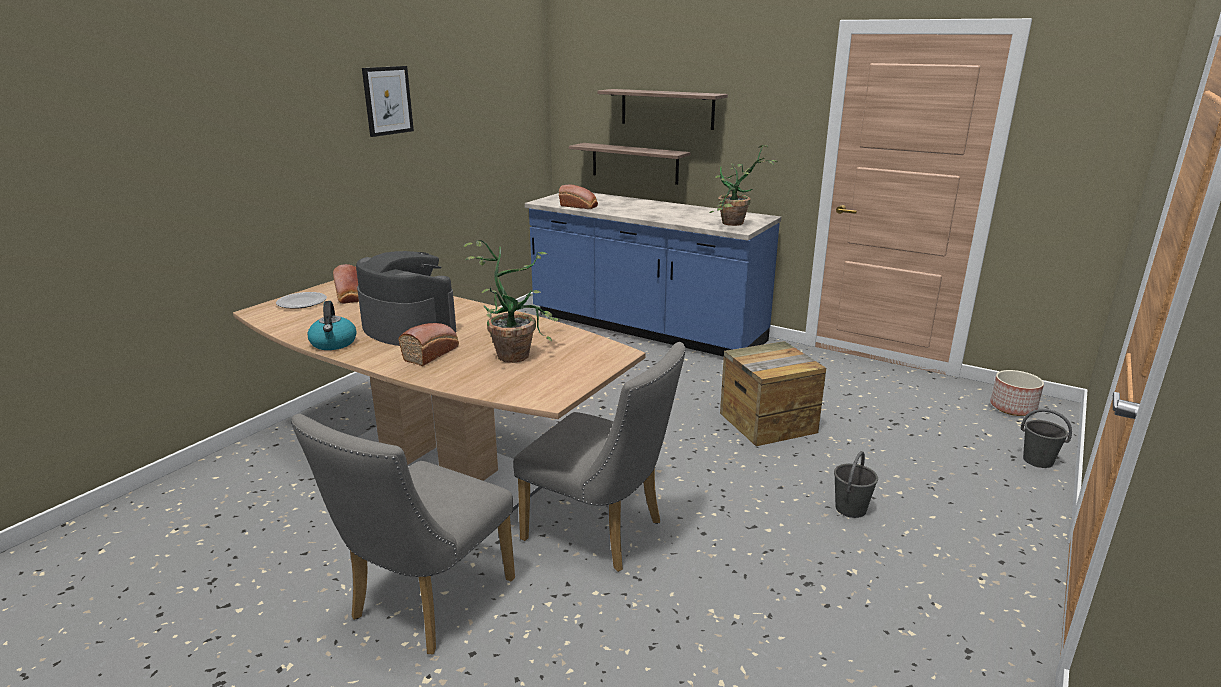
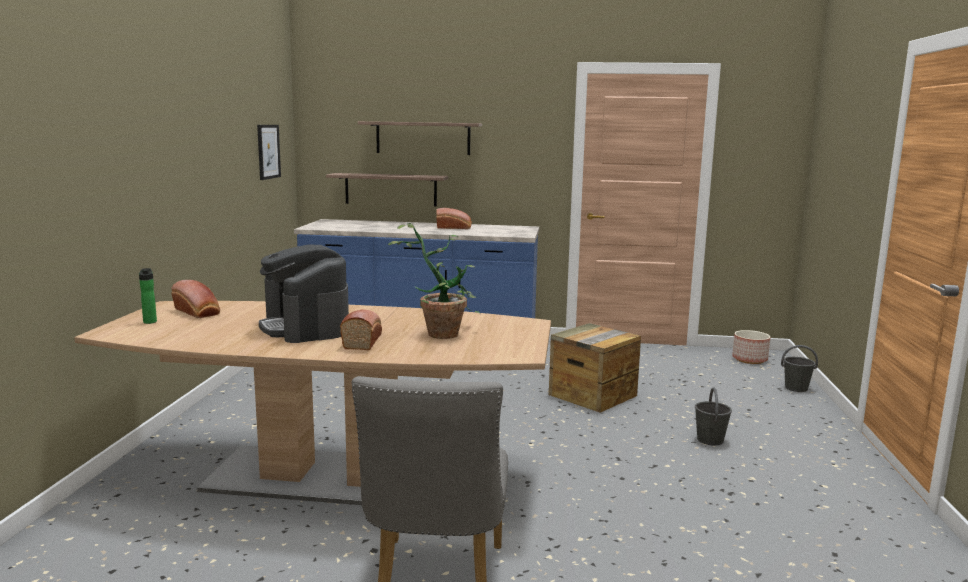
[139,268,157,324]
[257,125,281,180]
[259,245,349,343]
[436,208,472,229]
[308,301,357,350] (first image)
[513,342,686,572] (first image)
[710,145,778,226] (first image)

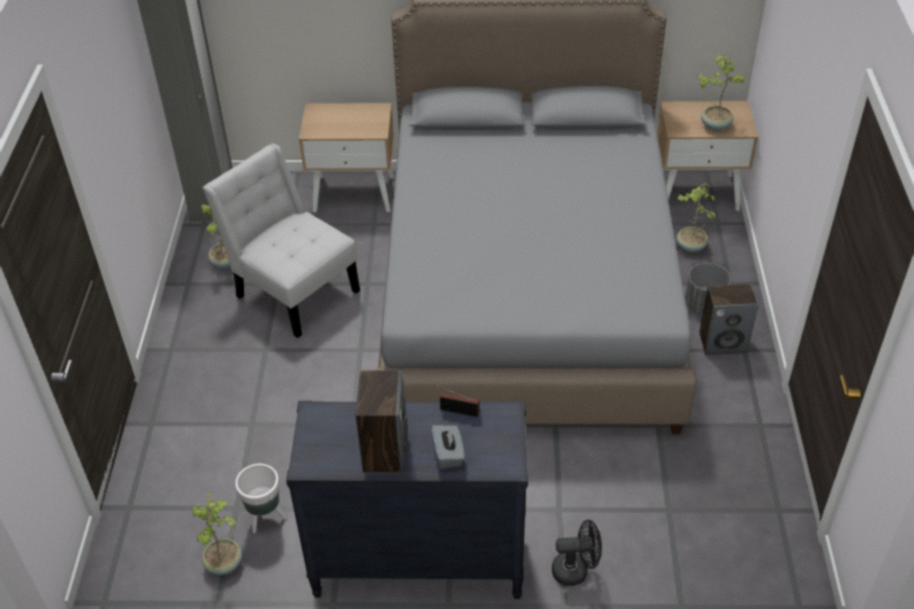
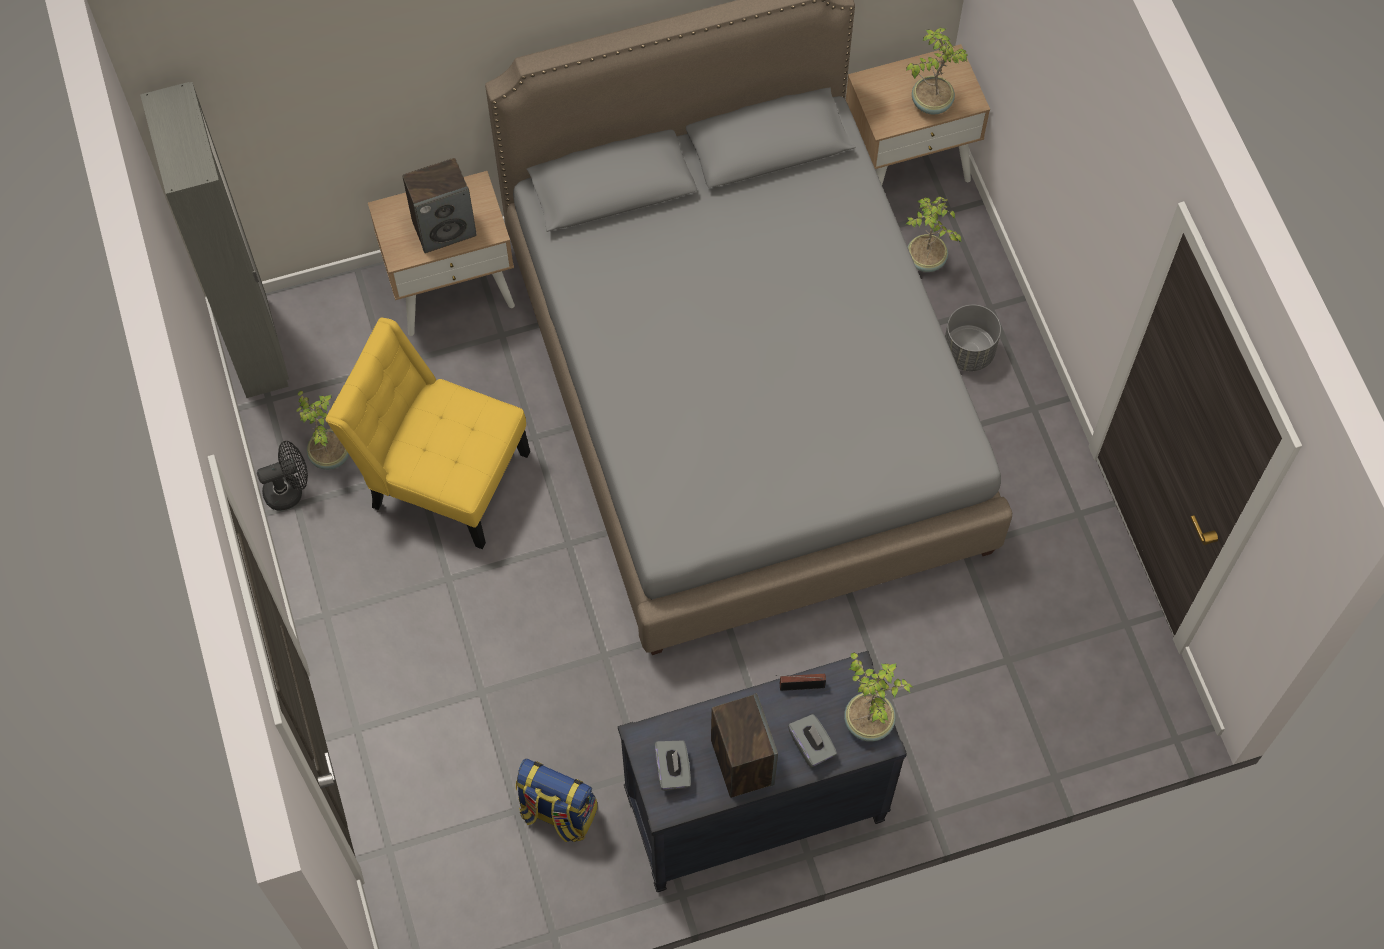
[257,441,308,511]
[326,318,530,549]
[402,158,477,253]
[516,759,598,842]
[655,741,691,791]
[844,653,913,742]

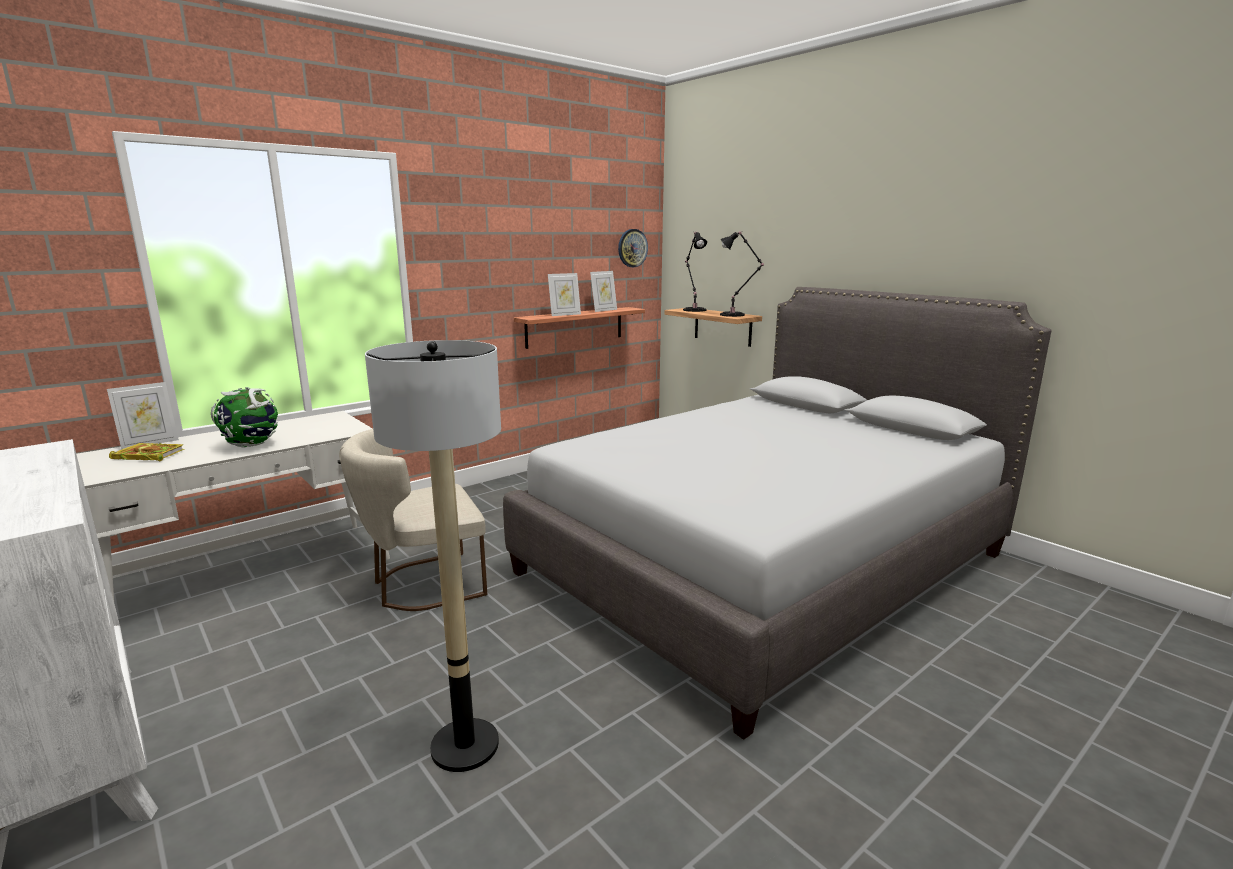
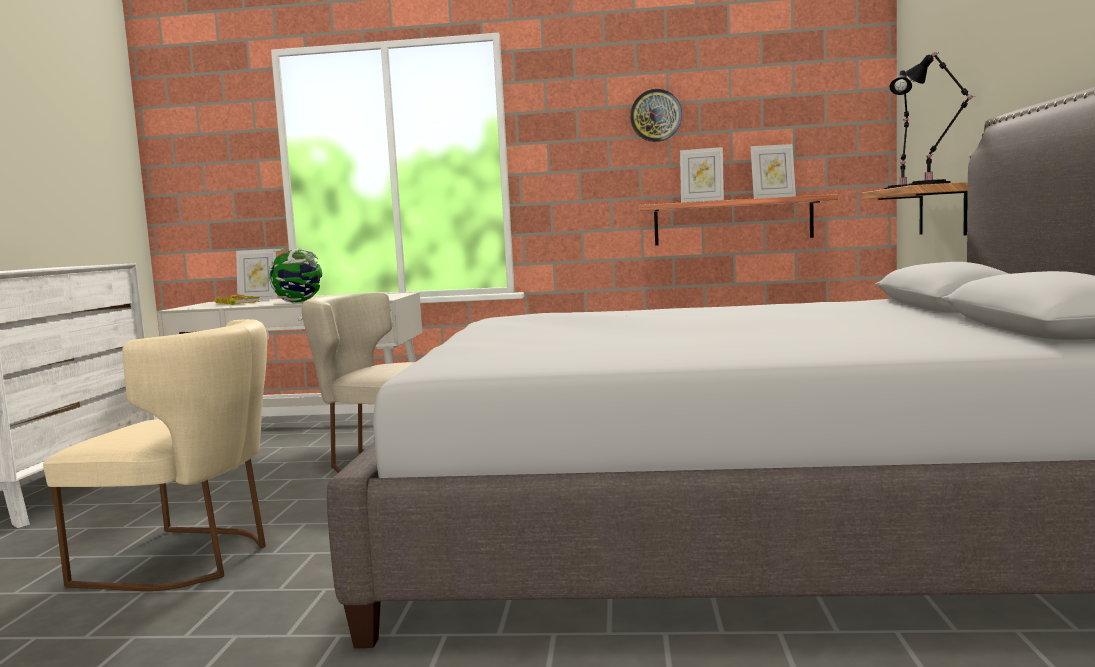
[43,319,267,591]
[630,89,682,142]

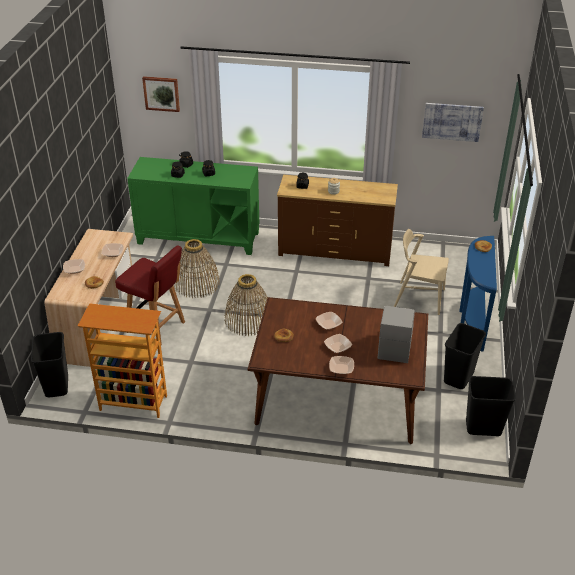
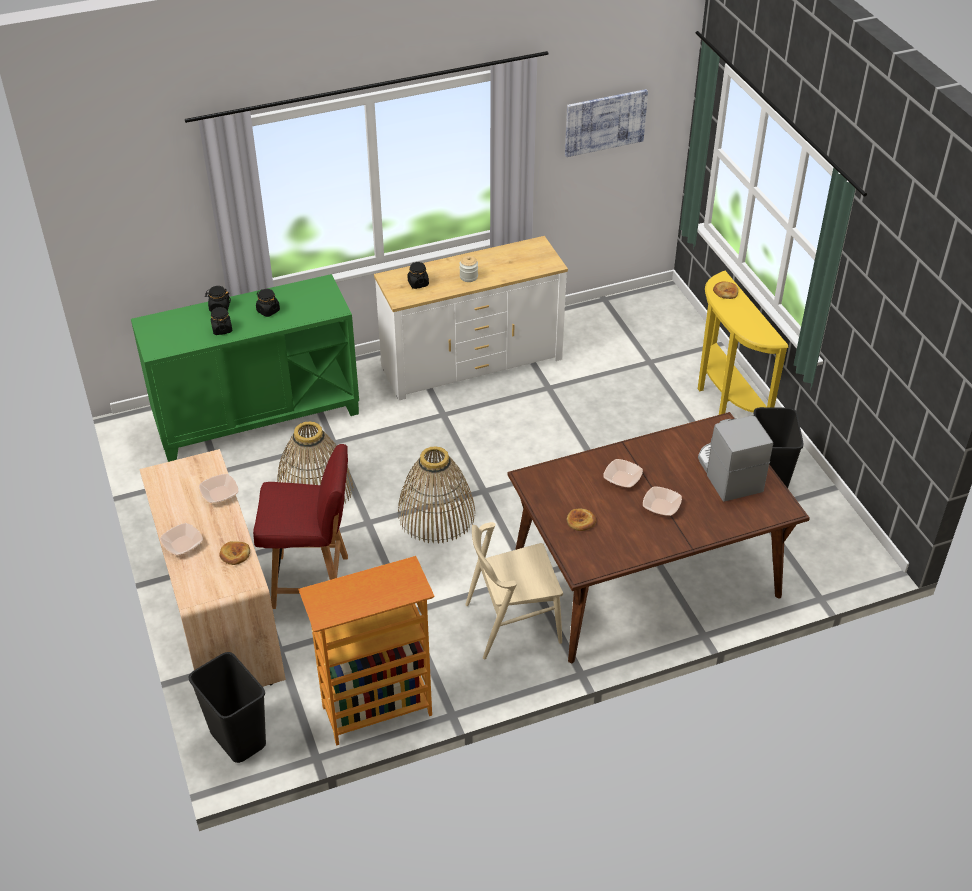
[374,236,568,400]
[465,522,563,659]
[698,271,789,415]
[142,76,180,112] (first image)
[329,356,354,374] (first image)
[466,376,516,436] (first image)

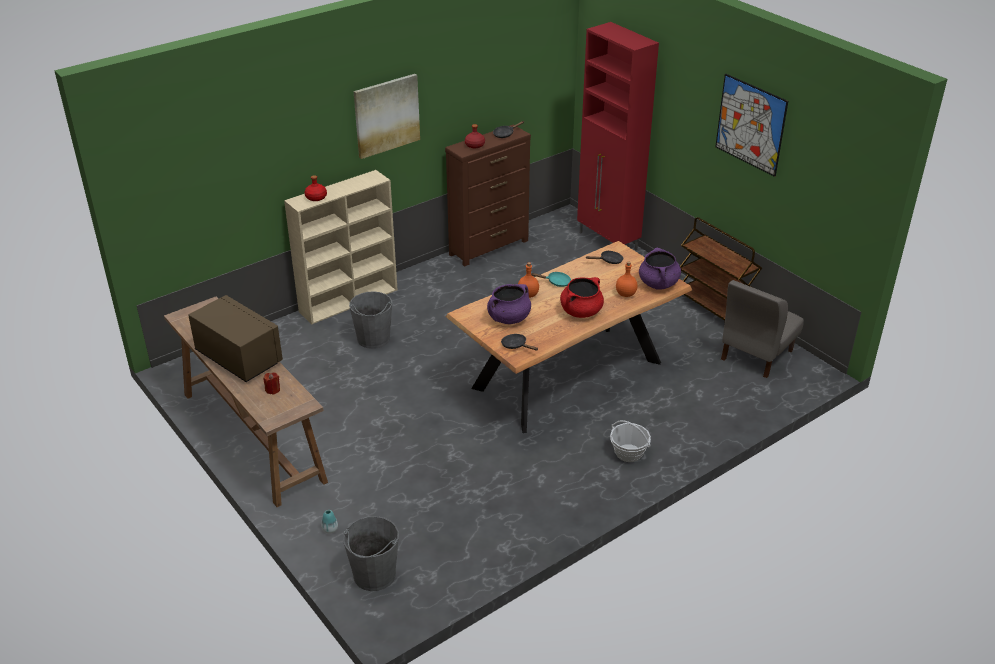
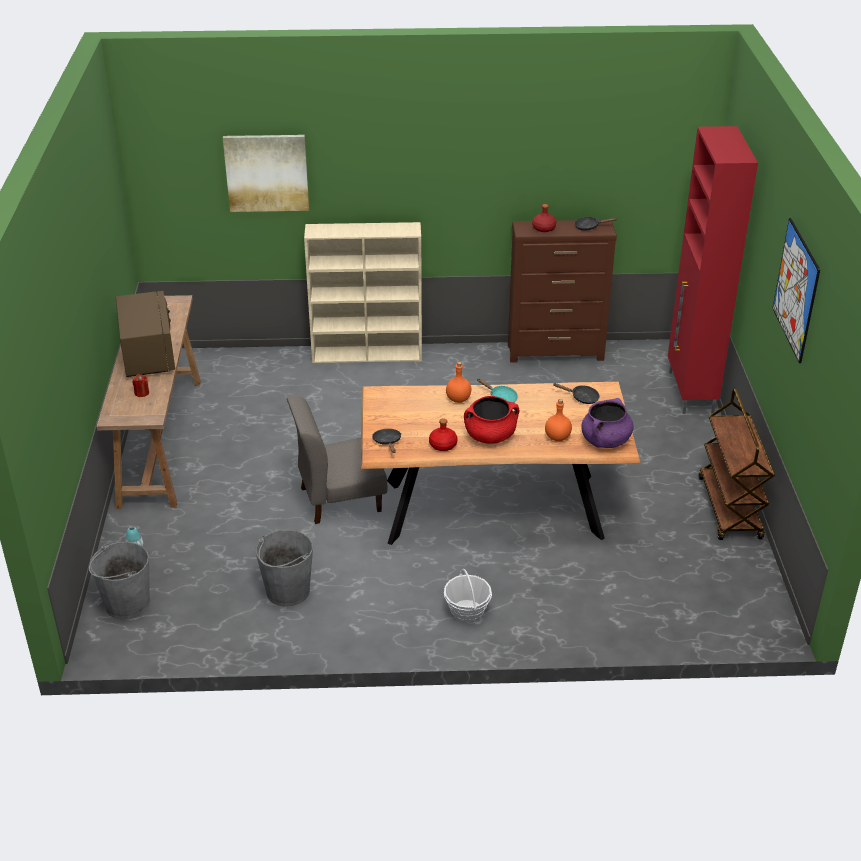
[223,135,309,212]
[256,529,313,607]
[287,396,388,524]
[429,418,457,451]
[487,284,531,324] (first image)

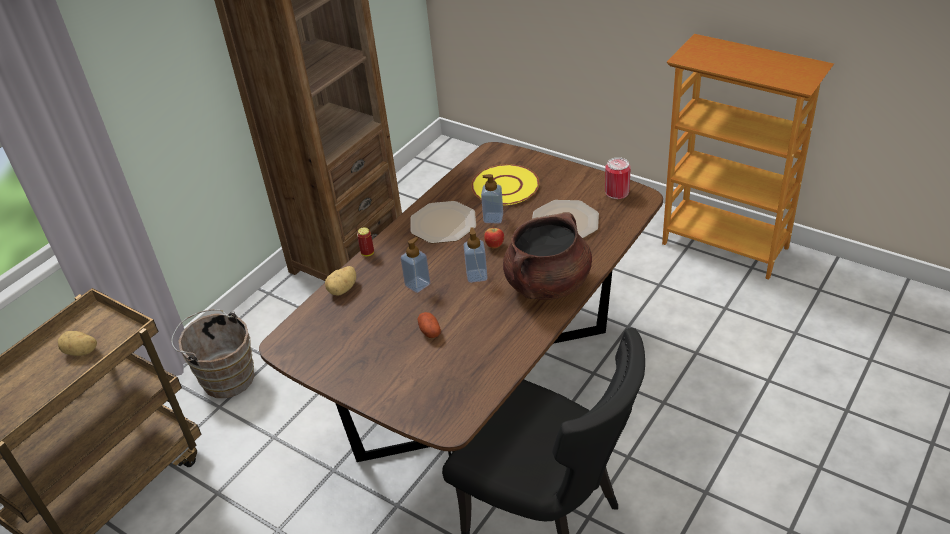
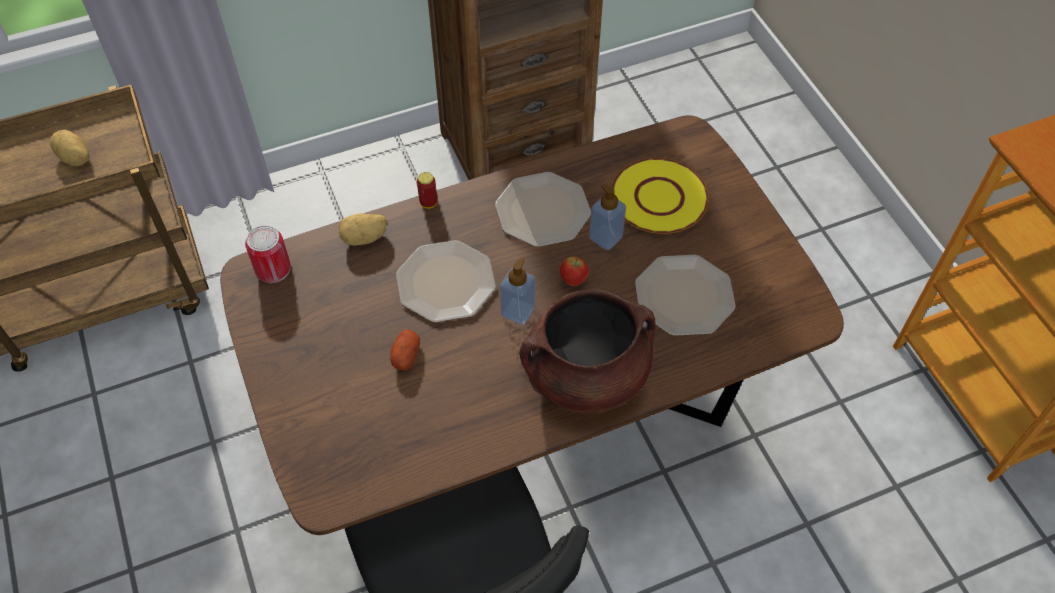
[245,225,291,283]
[396,240,496,323]
[171,309,254,398] (first image)

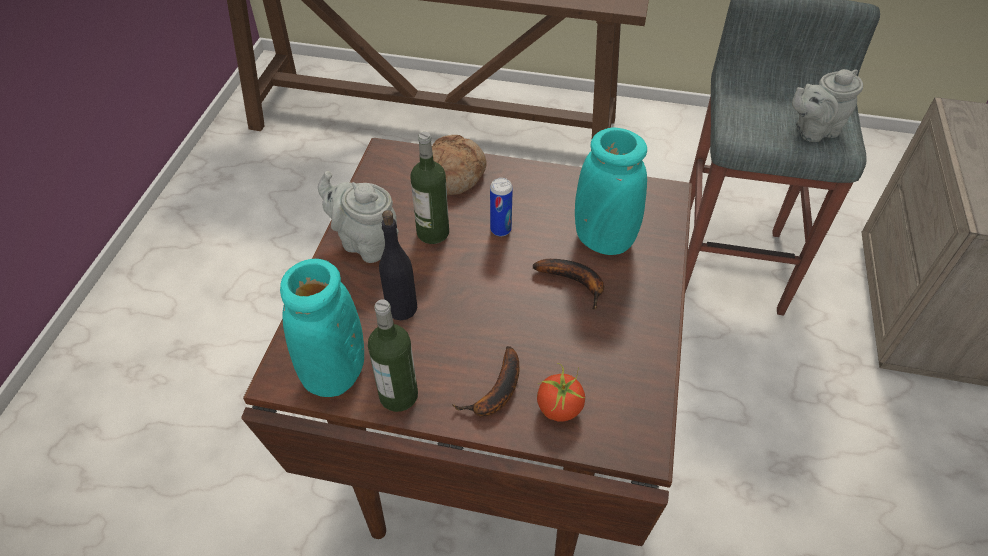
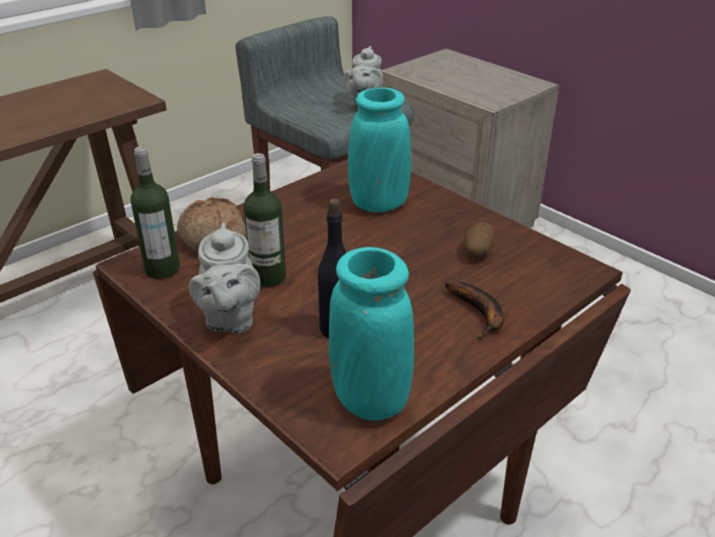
[130,146,180,279]
[189,223,260,334]
[464,222,495,258]
[490,178,513,236] (first image)
[532,259,604,310] (first image)
[537,363,585,422] (first image)

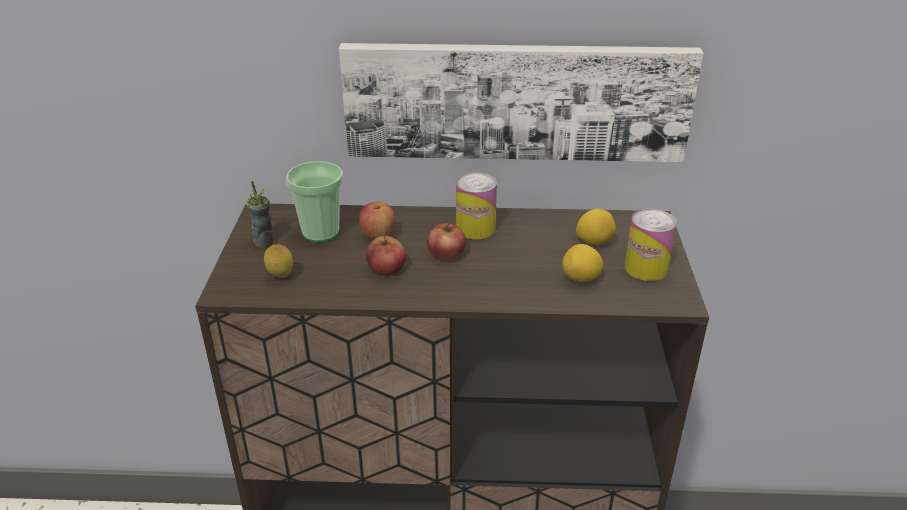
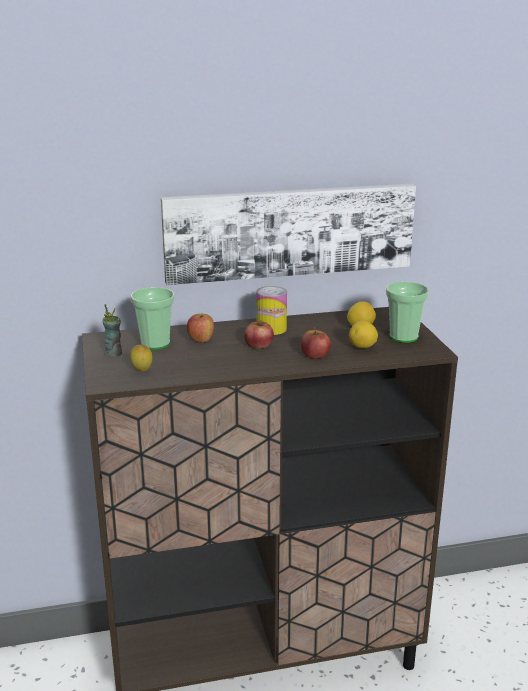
[301,327,331,359]
[386,282,429,343]

